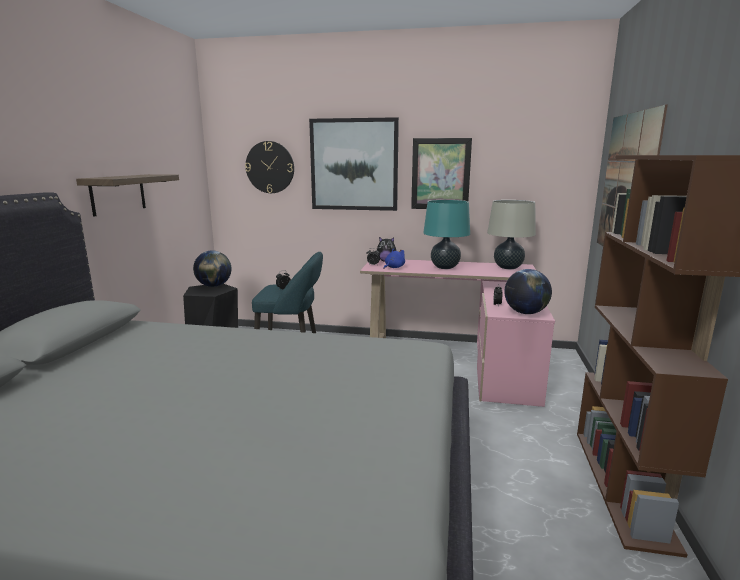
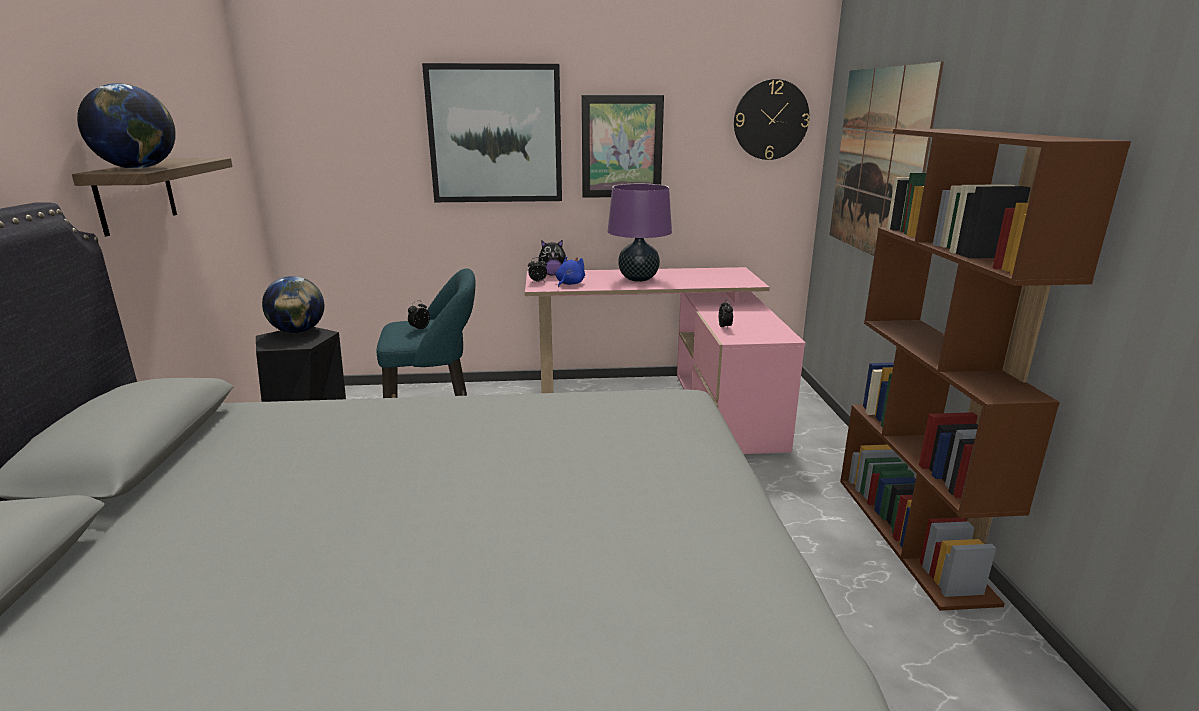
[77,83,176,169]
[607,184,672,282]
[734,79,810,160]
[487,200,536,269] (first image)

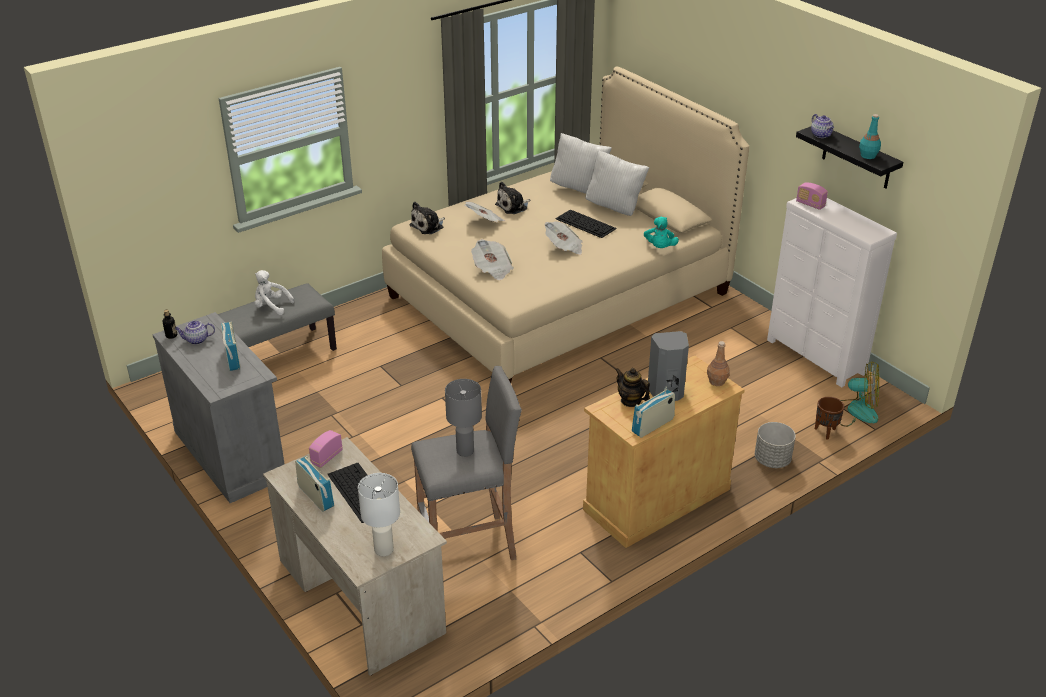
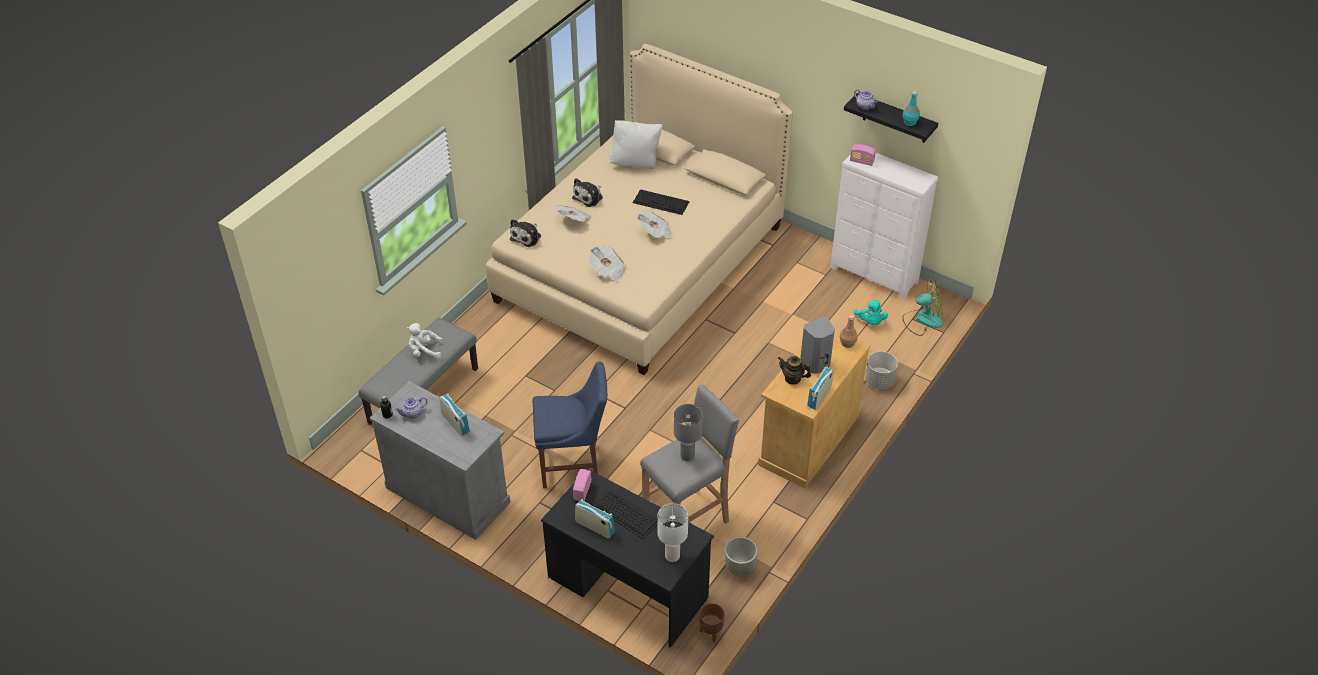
[533,362,607,488]
[541,469,714,648]
[699,603,725,643]
[724,537,758,576]
[854,300,888,325]
[585,150,649,216] (first image)

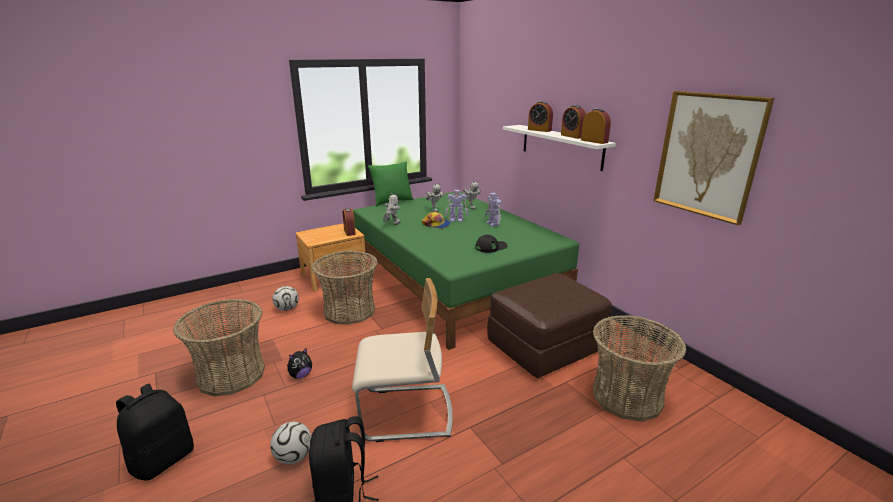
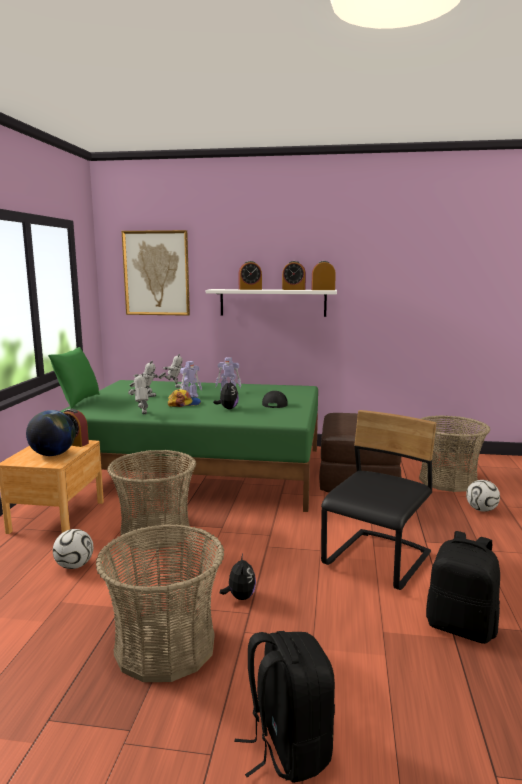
[26,410,76,456]
[122,230,190,316]
[213,380,239,409]
[321,410,436,590]
[466,480,500,512]

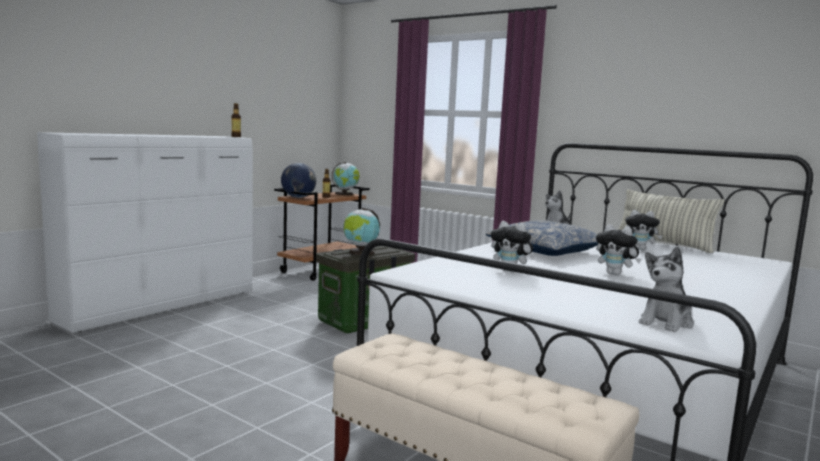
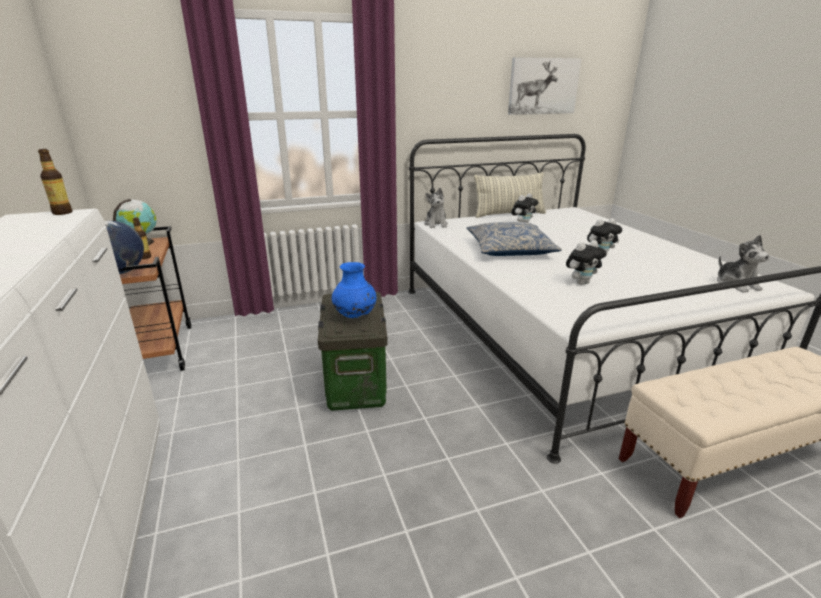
[332,262,377,318]
[508,57,581,115]

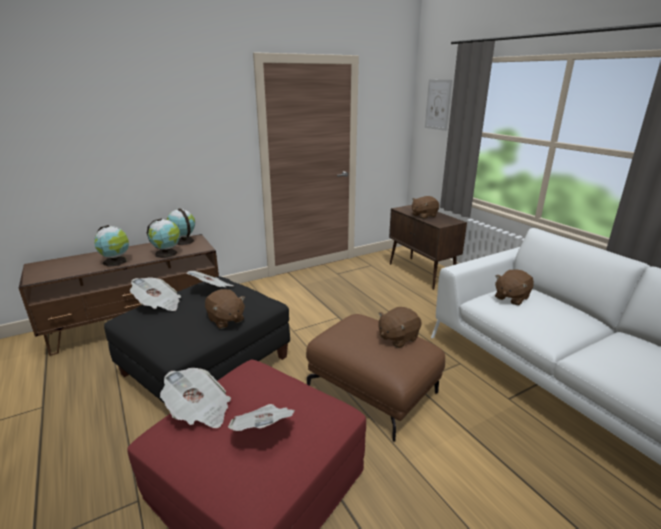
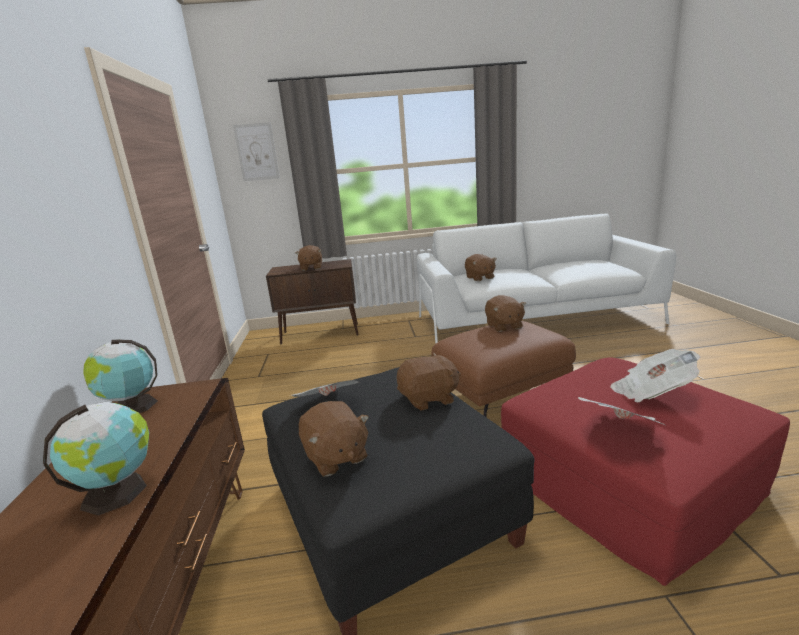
[299,401,369,477]
[147,218,180,258] (first image)

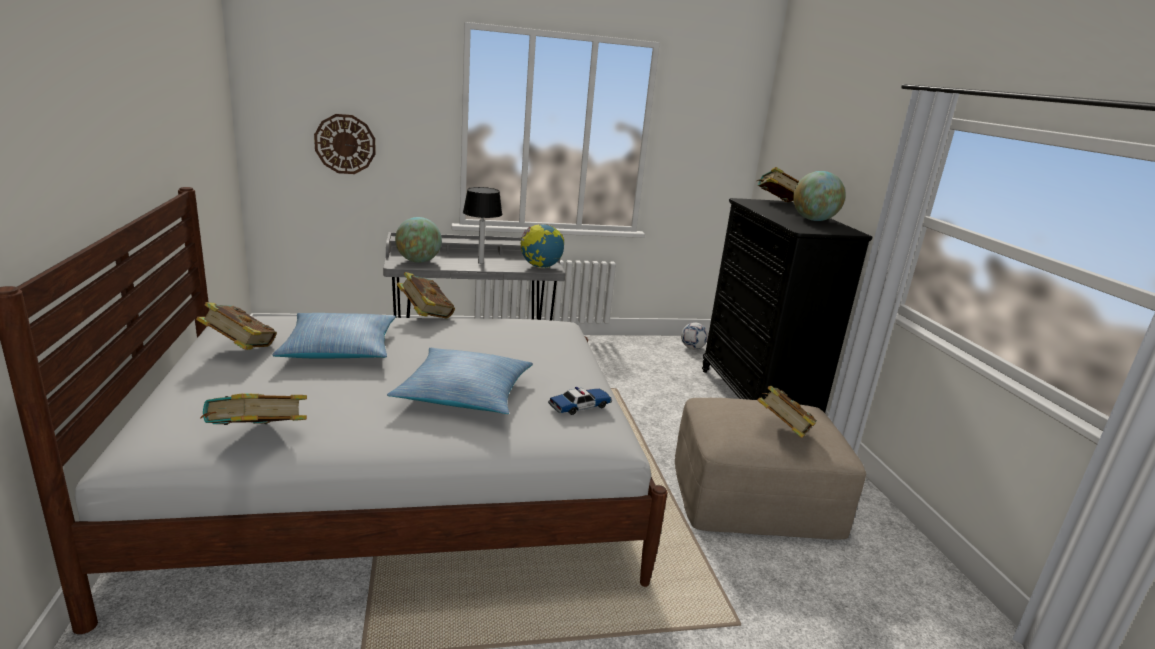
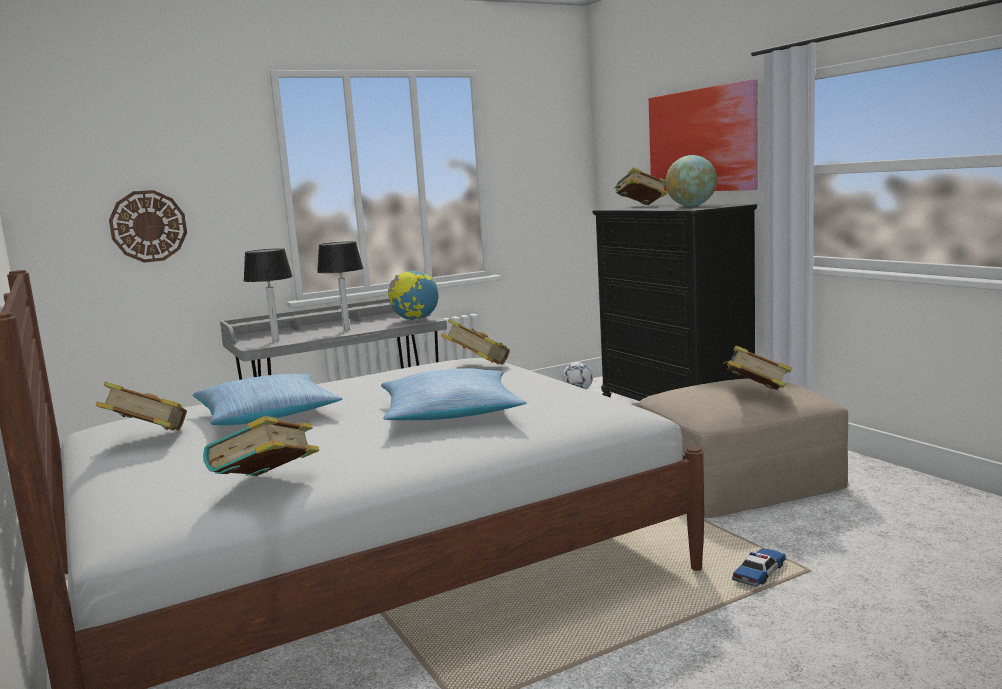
[243,248,293,341]
[441,319,510,365]
[649,79,758,191]
[732,548,786,587]

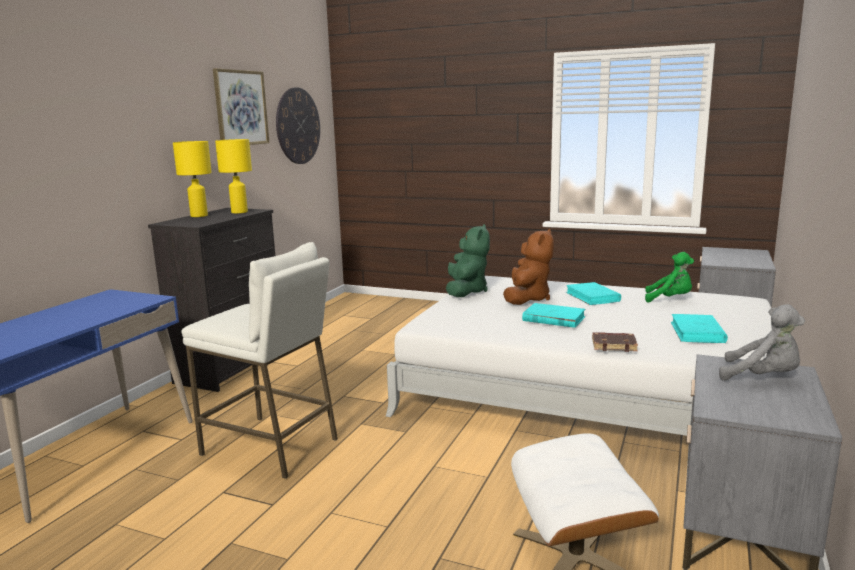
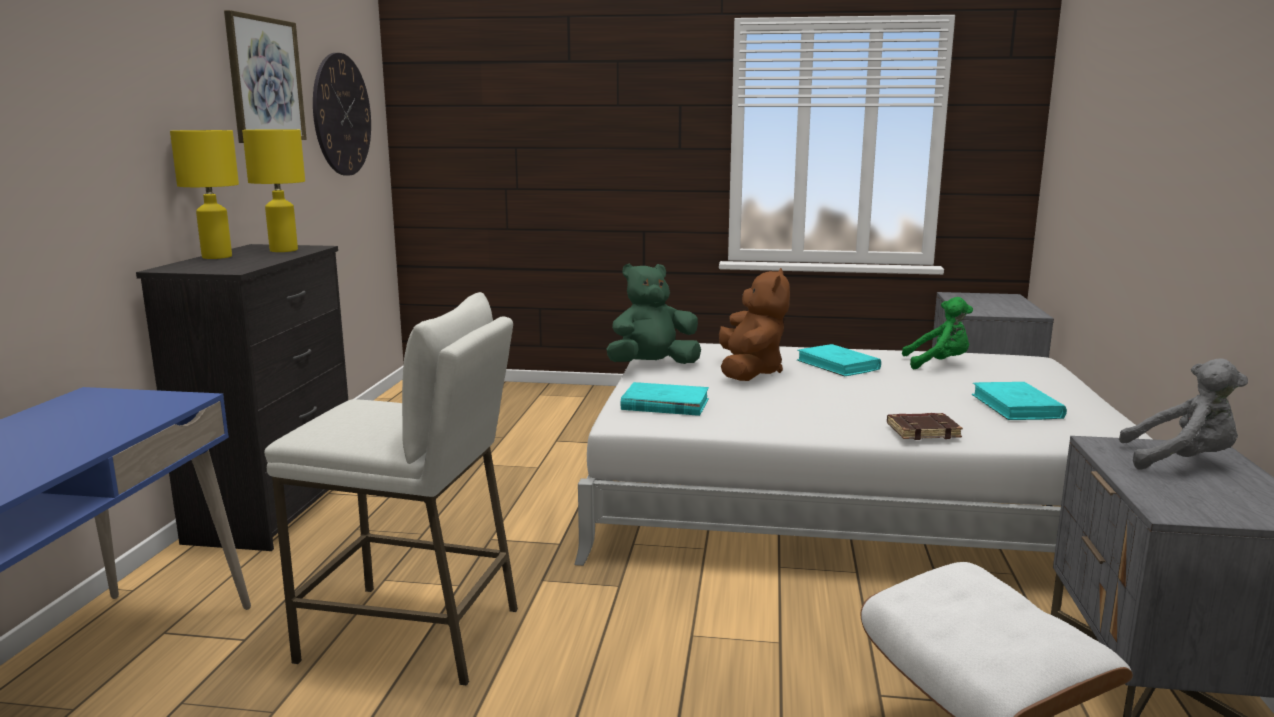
[606,263,701,364]
[621,382,709,416]

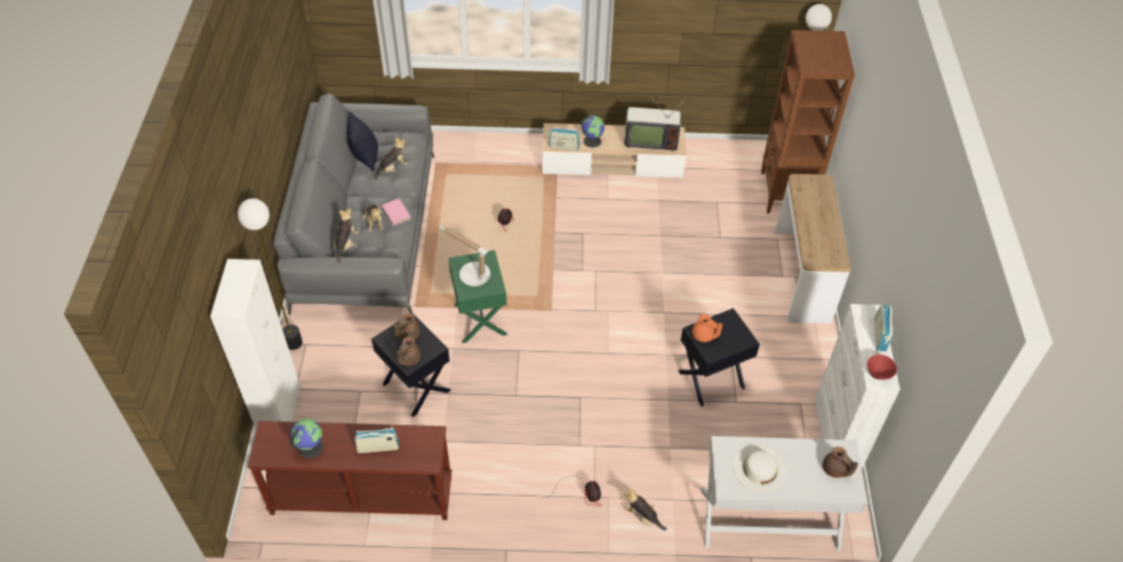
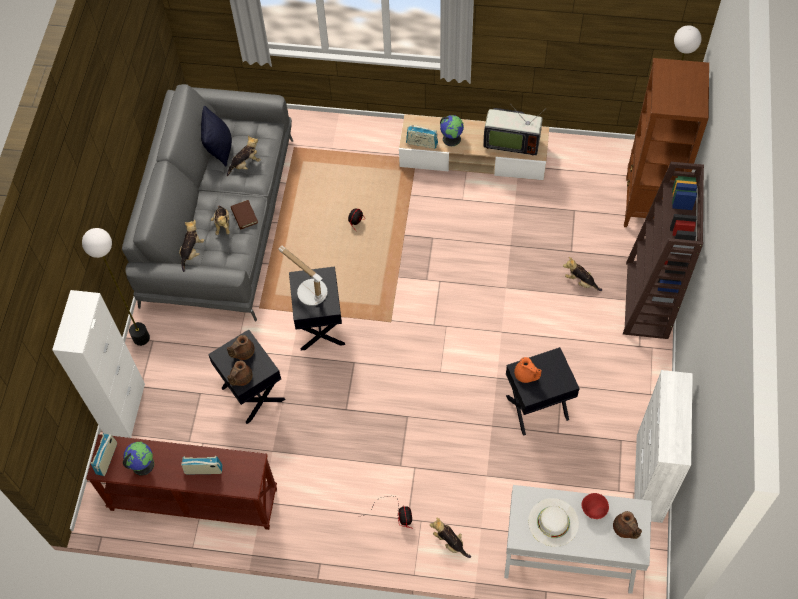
[91,433,117,476]
[231,200,258,229]
[289,266,345,351]
[563,257,602,291]
[581,493,609,519]
[623,162,704,339]

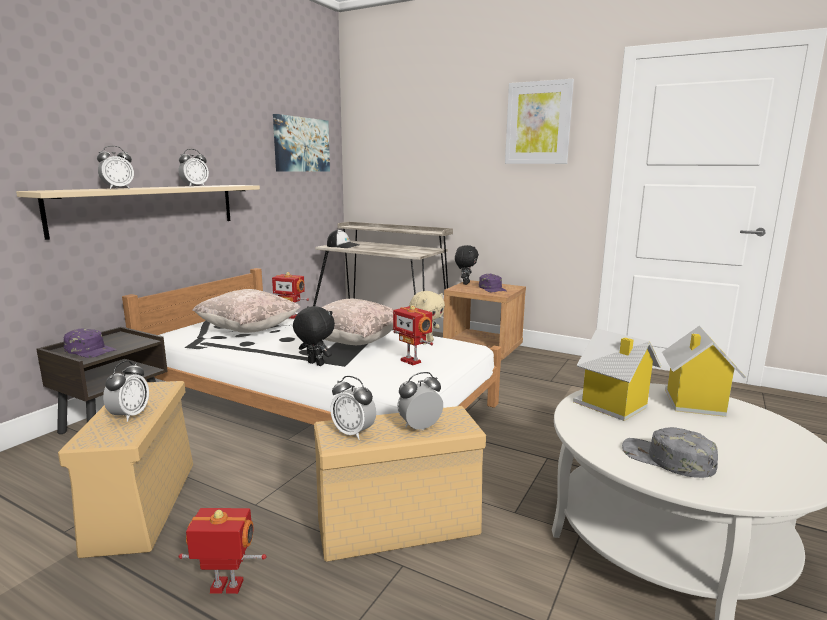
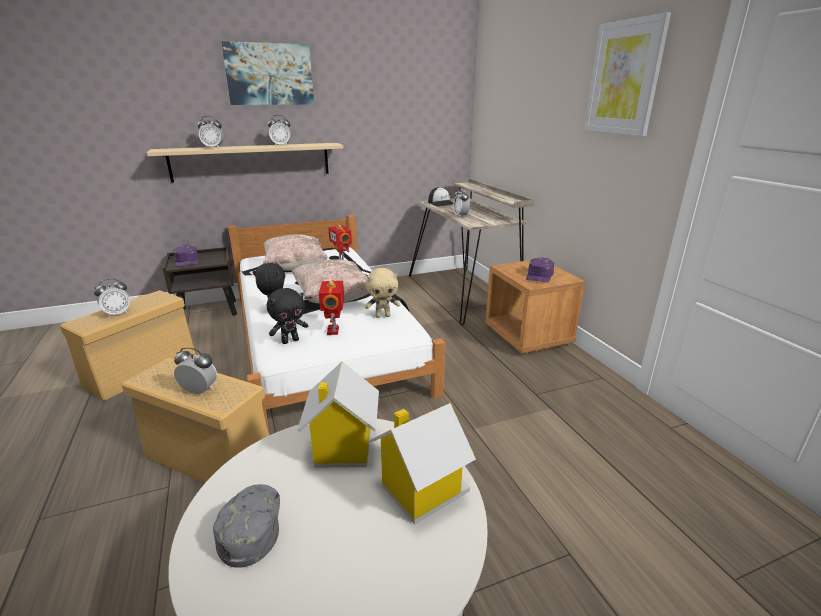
[221,41,314,105]
[267,288,308,344]
[453,187,470,216]
[178,508,267,594] (first image)

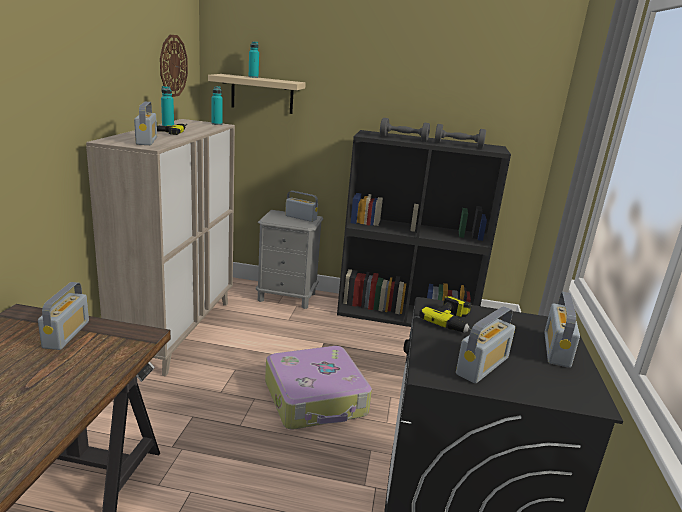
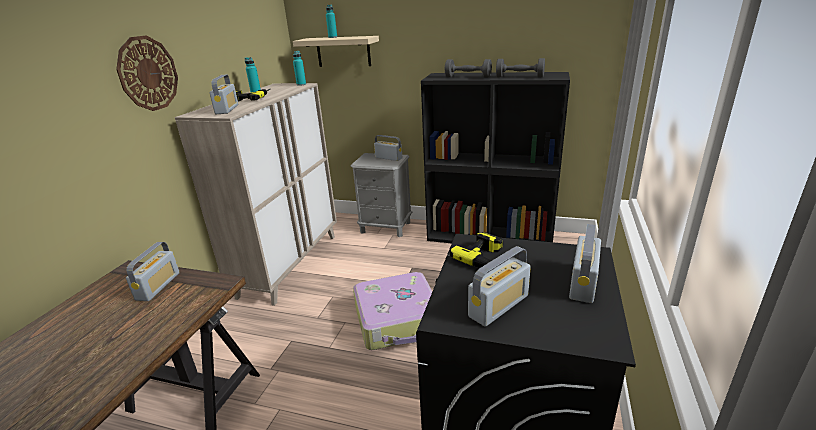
[116,35,178,111]

